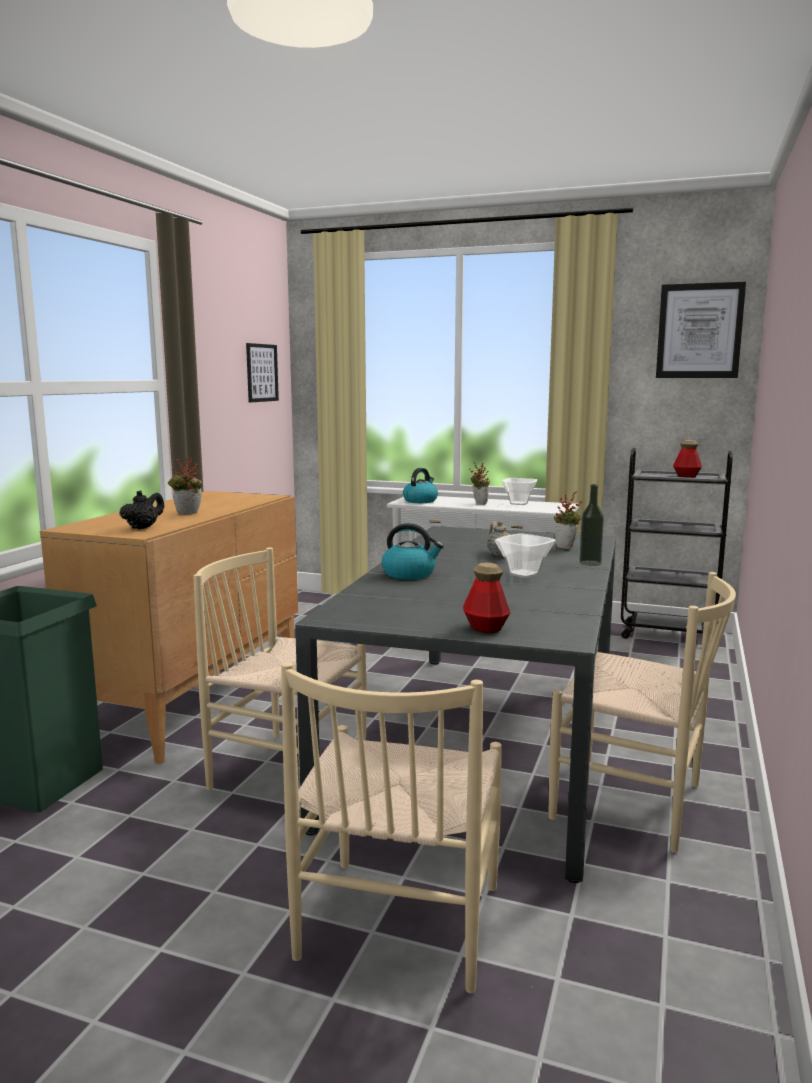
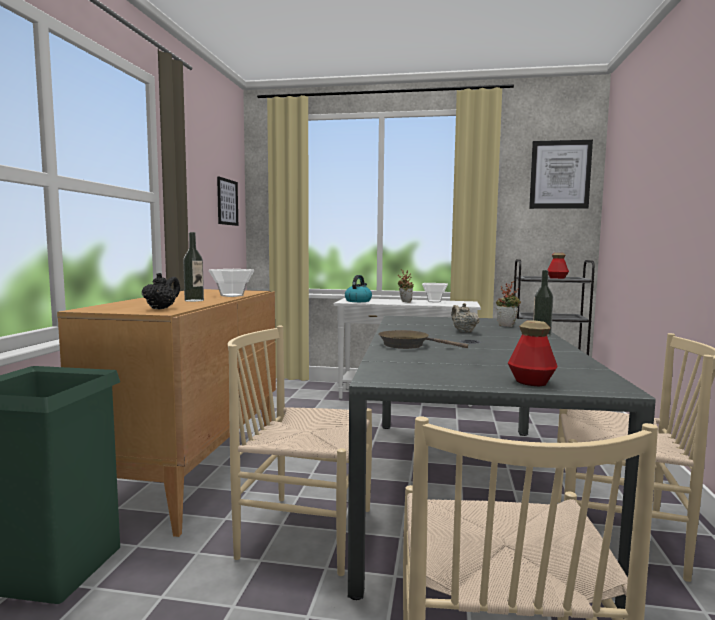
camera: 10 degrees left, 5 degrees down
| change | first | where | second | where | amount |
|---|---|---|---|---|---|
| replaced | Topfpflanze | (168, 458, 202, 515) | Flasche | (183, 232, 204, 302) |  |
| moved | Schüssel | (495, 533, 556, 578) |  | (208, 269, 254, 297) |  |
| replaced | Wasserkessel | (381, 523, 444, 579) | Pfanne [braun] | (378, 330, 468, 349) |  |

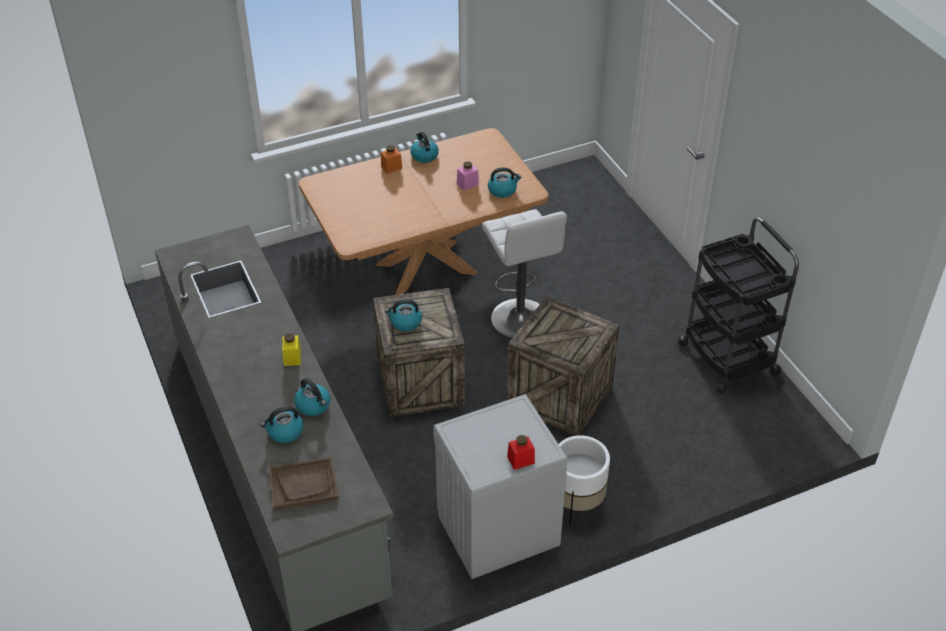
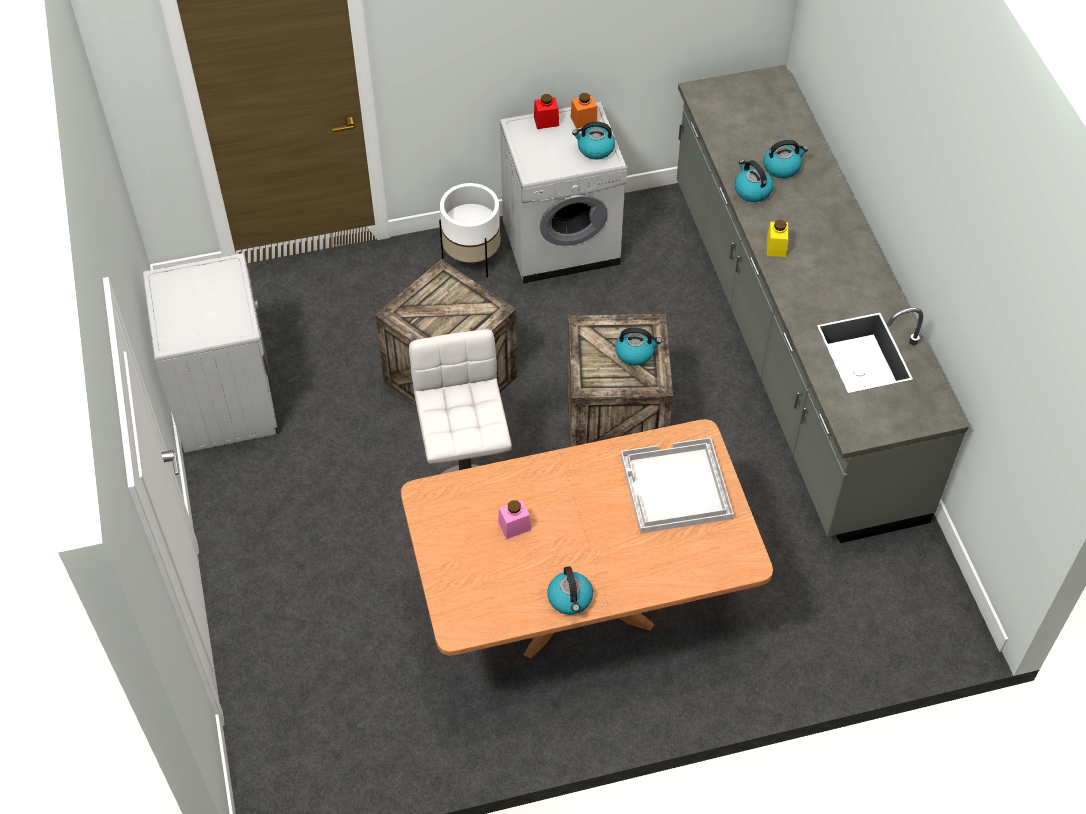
camera: 170 degrees left, 10 degrees up
| change | first | where | second | where | amount |
|---|---|---|---|---|---|
| replaced | Rollwagen [schwarz] | (678, 217, 799, 394) | Waschmaschine [weiß] | (143, 253, 279, 453) |  |
| moved | Vorratsglas [orange] | (381, 145, 402, 174) |  | (571, 93, 597, 129) |  |
| moved | Wasserkessel | (488, 167, 521, 198) |  | (572, 122, 615, 160) |  |
| added |  |  | Tablett [weiß] | (621, 437, 734, 533) |  |
| removed | Tablett [braun] | (268, 457, 339, 511) |  |  |  |

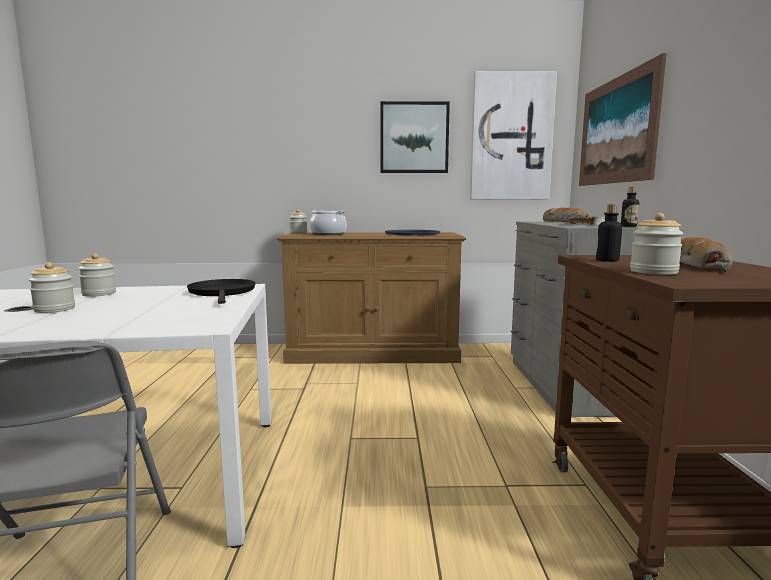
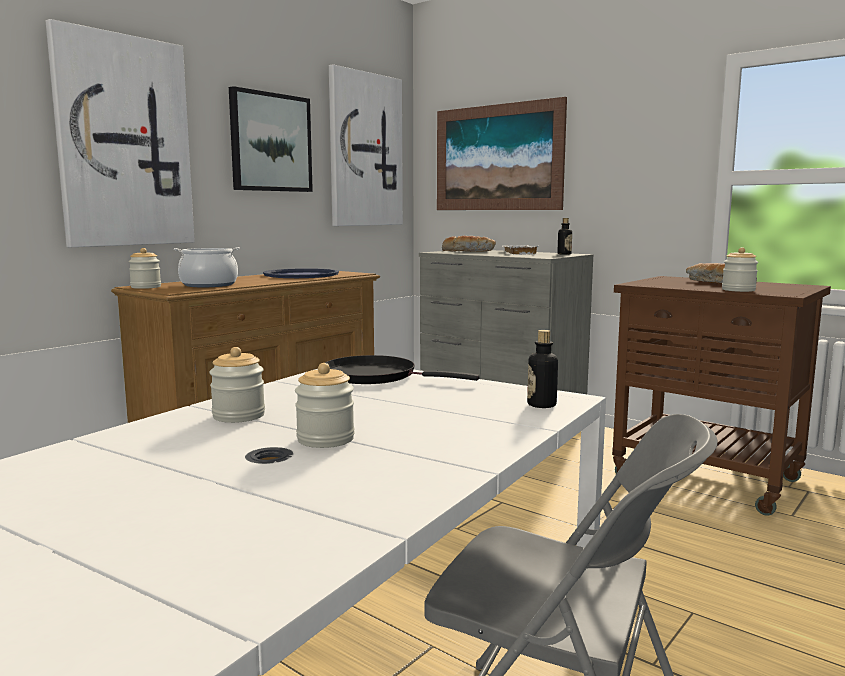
camera: 50 degrees left, 0 degrees up
| change | first | where | second | where | amount |
|---|---|---|---|---|---|
| added |  |  | Bild | (46, 19, 195, 247) |  |
| moved | Flasche | (596, 204, 622, 262) |  | (527, 330, 558, 408) |  |

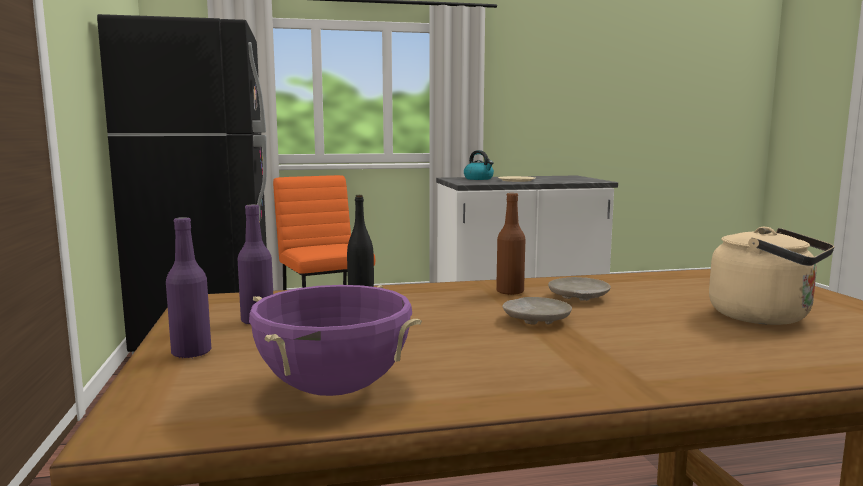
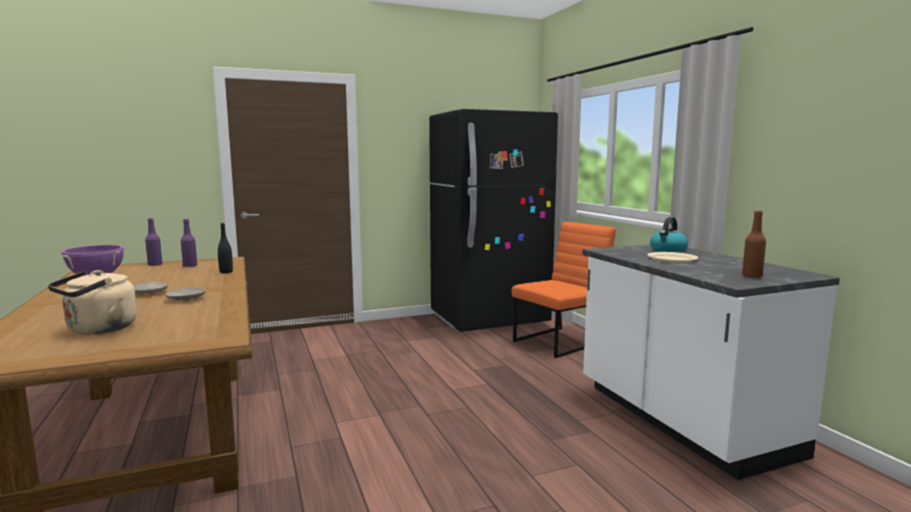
camera: 80 degrees right, 0 degrees up
| change | first | where | second | where | amount |
|---|---|---|---|---|---|
| moved | Flasche [braun] | (496, 193, 525, 295) |  | (742, 211, 766, 278) |  |

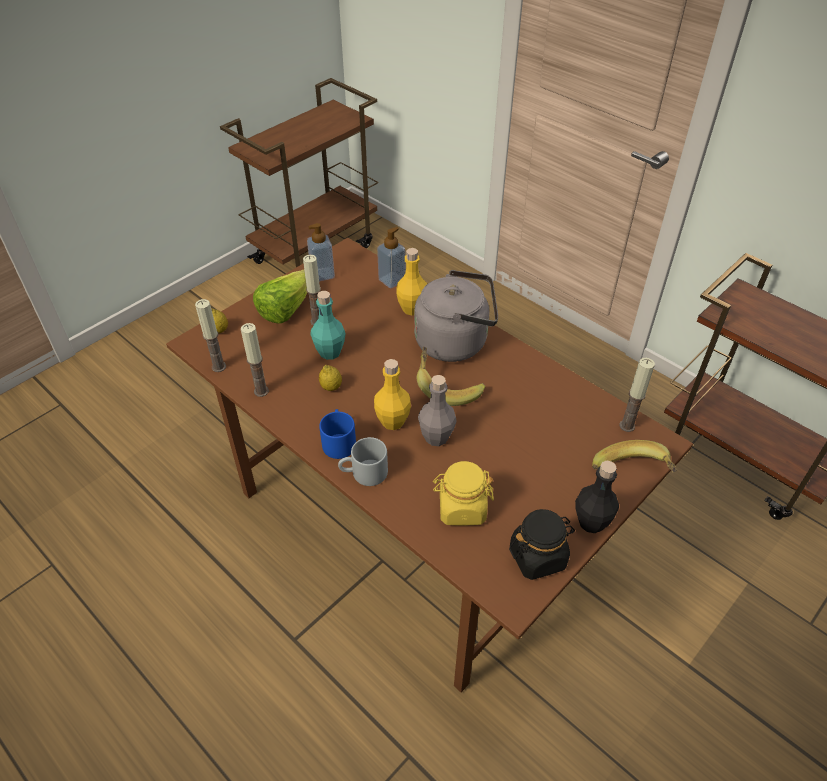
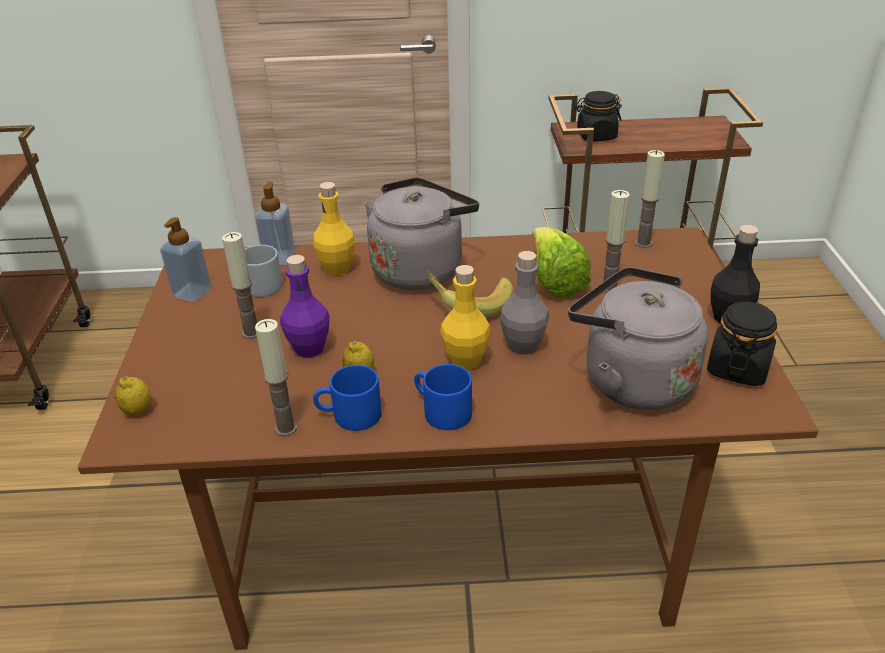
camera: 45 degrees left, 10 degrees down
| change | first | where | second | where | amount |
|---|---|---|---|---|---|
| moved | Henkelbecher [grau] | (338, 437, 388, 486) |  | (244, 245, 283, 297) |  |
| recoloured | Flasche [türkis] | (310, 291, 346, 360) | Flasche [lila] | (280, 255, 330, 358) |  |
| added |  |  | Henkelbecher [blau] | (313, 365, 382, 431) |  |
| moved | Salatkopf | (253, 270, 307, 324) |  | (532, 227, 591, 298) |  |
| replaced | Vorratsglas [gelb] | (433, 461, 494, 526) | Wasserkessel [grau] | (568, 267, 708, 410) |  |
| added |  |  | Vorratsglas [schwarz] | (575, 91, 622, 141) |  |
| moved | Kerze | (195, 299, 226, 372) |  | (603, 190, 630, 293) |  |
| removed | Banane | (592, 440, 677, 473) |  |  |  |

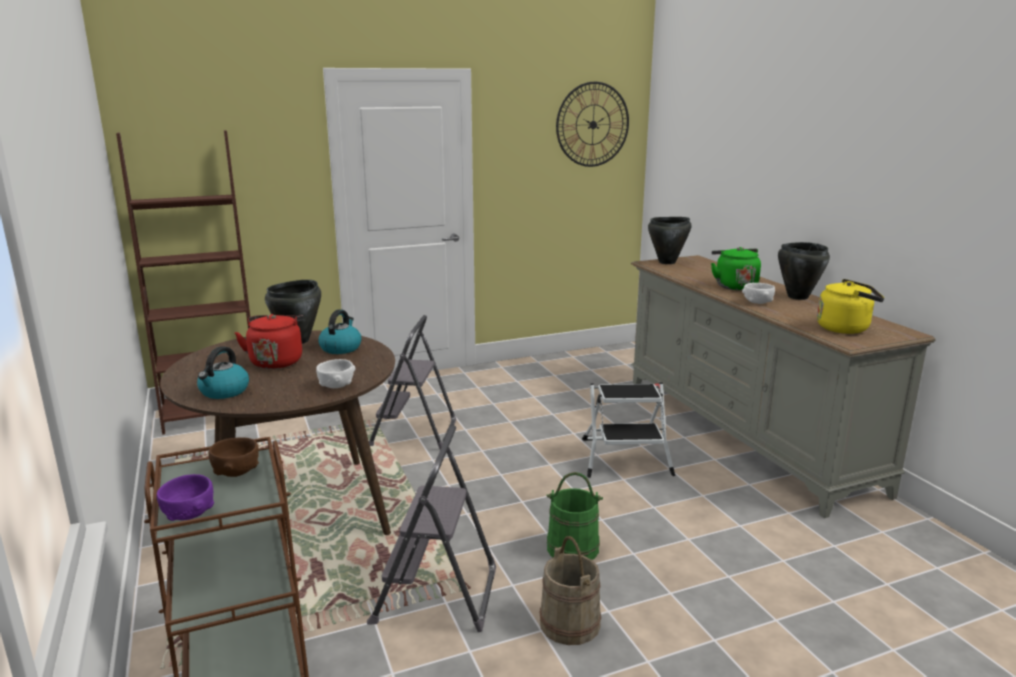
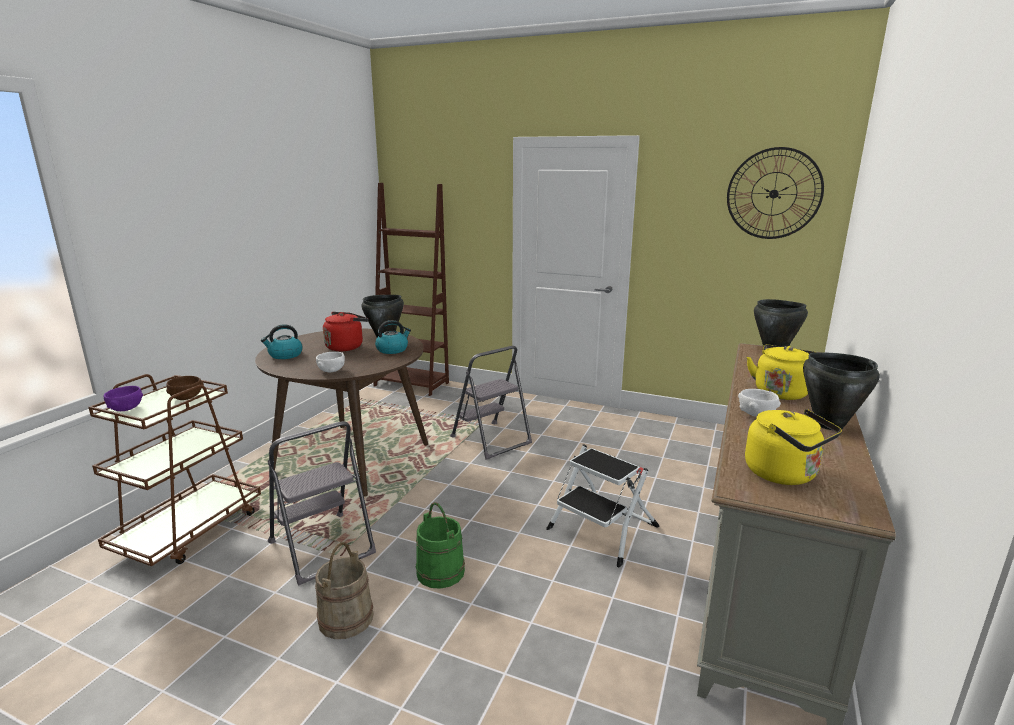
camera: 45 degrees right, 0 degrees up
| change | first | where | second | where | amount |
|---|---|---|---|---|---|
| recoloured | Wasserkessel [grün] | (711, 247, 761, 291) | Wasserkessel [gelb] | (747, 344, 817, 400) |  |

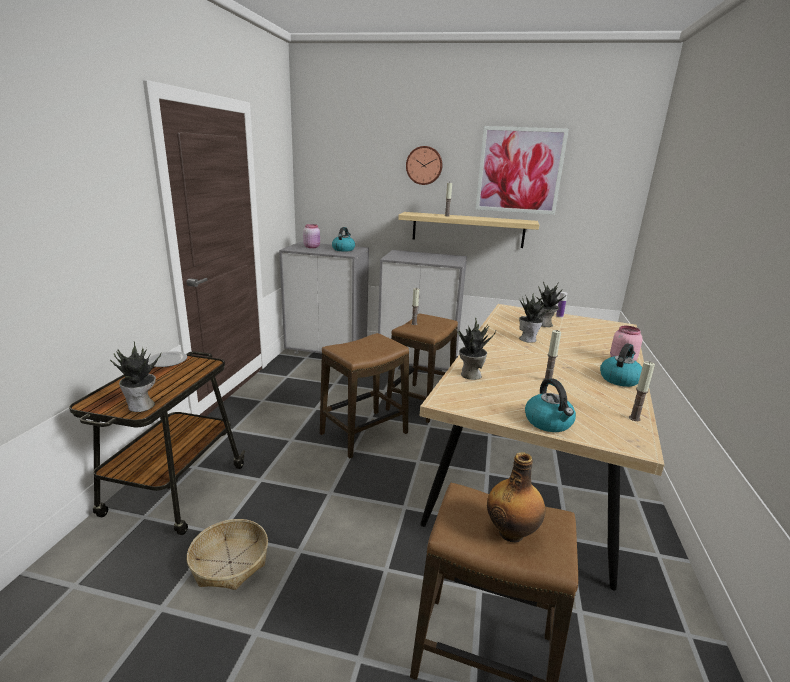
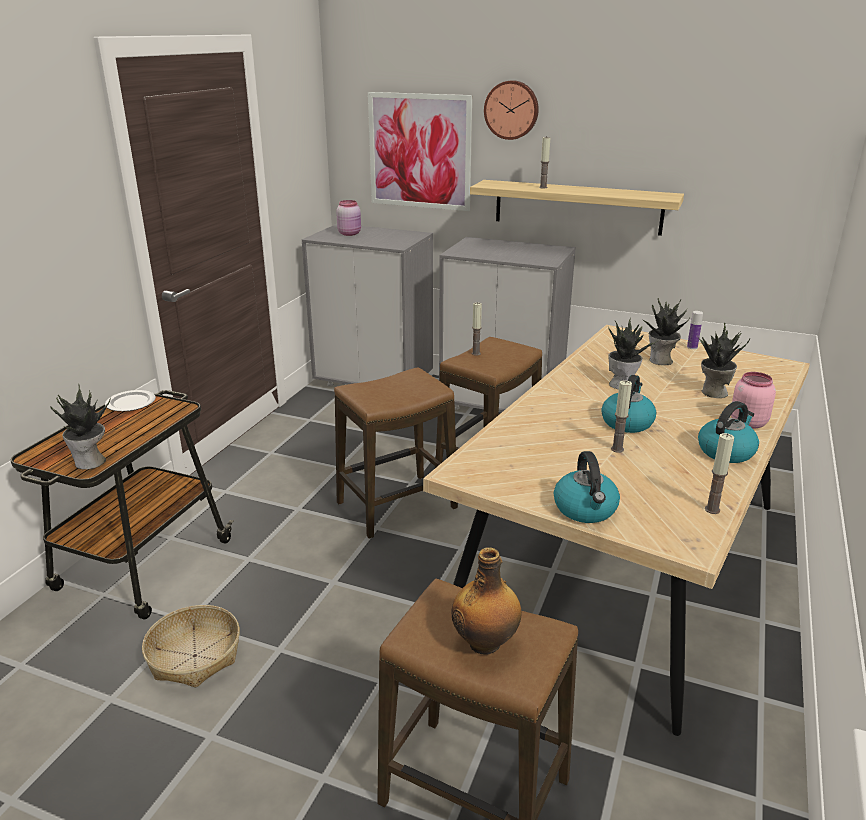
camera: 10 degrees right, 5 degrees up
| change | first | where | second | where | amount |
|---|---|---|---|---|---|
| moved | Bild | (475, 126, 569, 215) |  | (368, 92, 472, 211) |  |
| moved | Wasserkessel | (332, 227, 355, 252) |  | (601, 375, 656, 433) |  |
| moved | Topfpflanze | (456, 318, 496, 380) |  | (697, 322, 750, 398) |  |

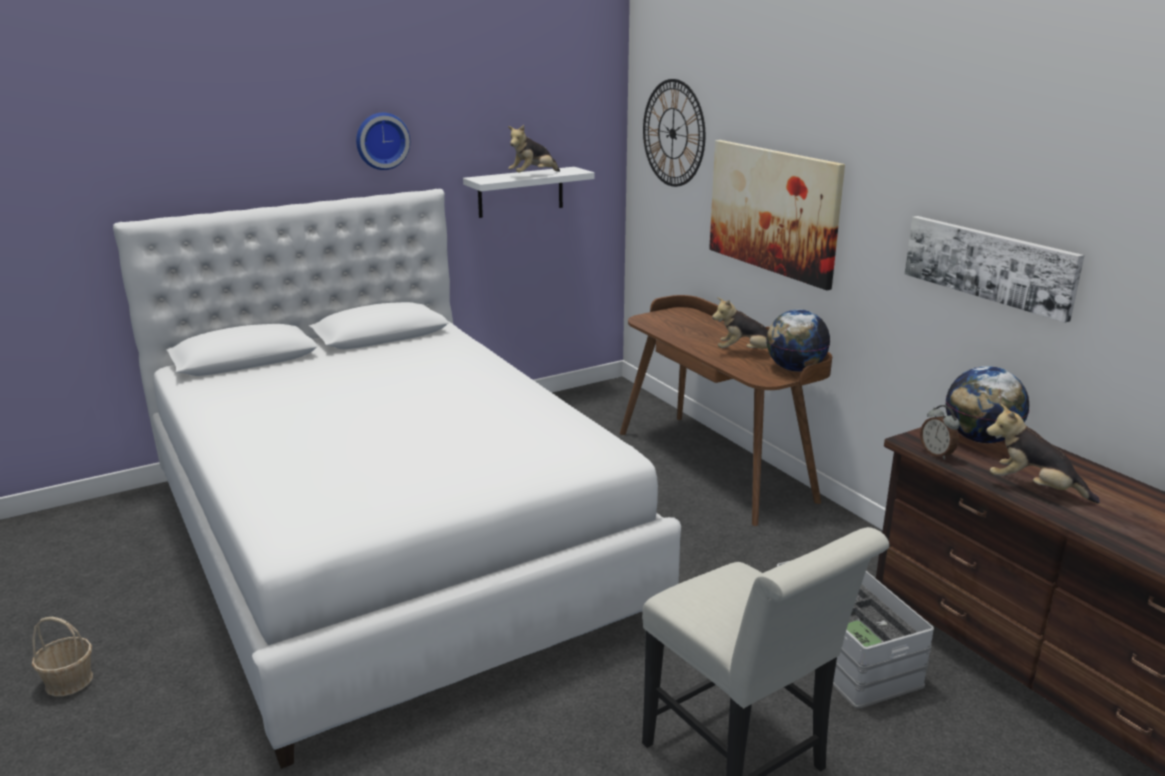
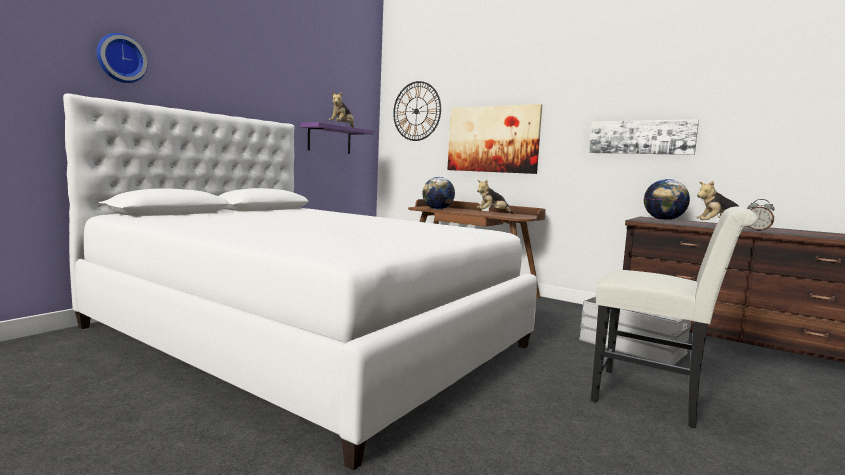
camera: 25 degrees left, 15 degrees down
| change | first | where | second | where | amount |
|---|---|---|---|---|---|
| moved | Wanduhr | (356, 113, 410, 170) |  | (96, 33, 148, 83) |  |
| recoloured | Wandregal [weiß] | (463, 167, 595, 218) | Wandregal [lila] | (301, 122, 373, 154) |  |
| moved | Globus | (766, 309, 830, 372) |  | (422, 177, 455, 209) |  |
| moved | Wecker | (920, 405, 960, 460) |  | (748, 199, 775, 232) |  |
| removed | Korb | (32, 617, 93, 696) |  |  |  |

